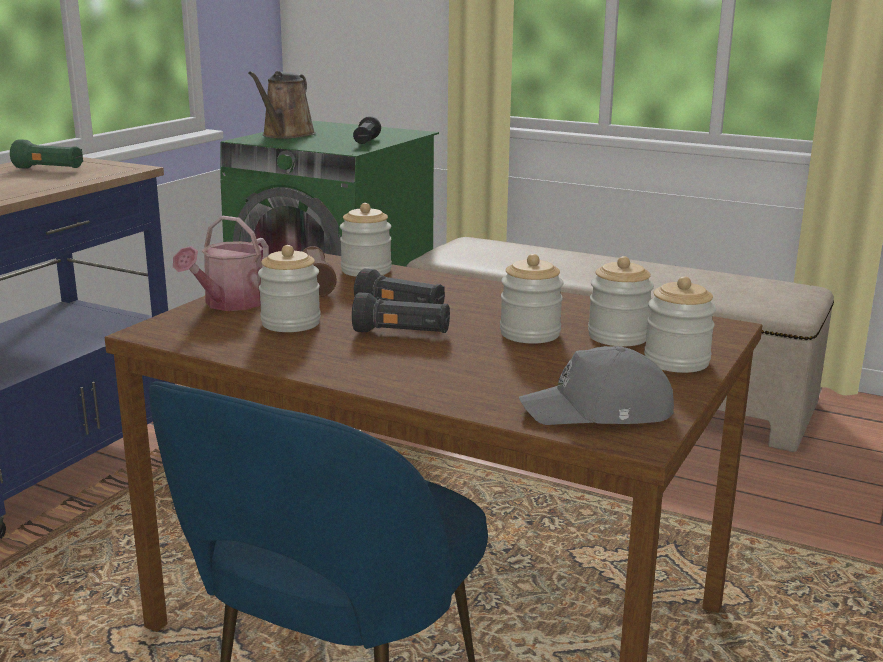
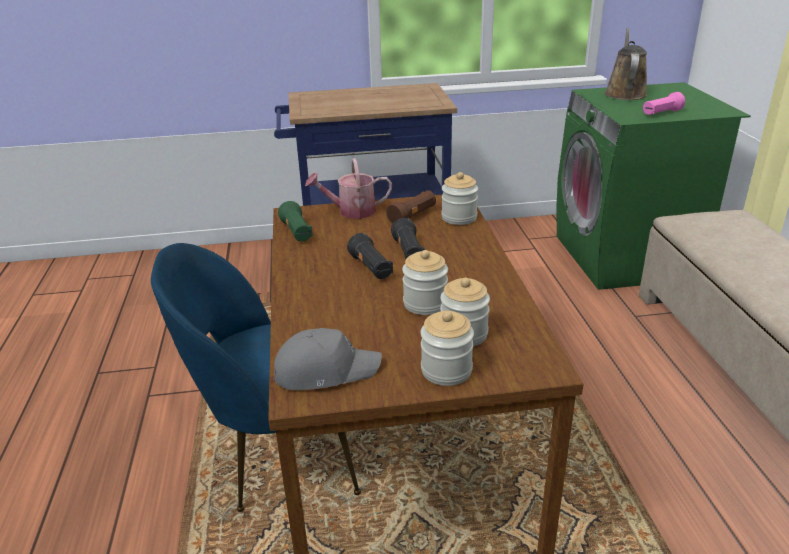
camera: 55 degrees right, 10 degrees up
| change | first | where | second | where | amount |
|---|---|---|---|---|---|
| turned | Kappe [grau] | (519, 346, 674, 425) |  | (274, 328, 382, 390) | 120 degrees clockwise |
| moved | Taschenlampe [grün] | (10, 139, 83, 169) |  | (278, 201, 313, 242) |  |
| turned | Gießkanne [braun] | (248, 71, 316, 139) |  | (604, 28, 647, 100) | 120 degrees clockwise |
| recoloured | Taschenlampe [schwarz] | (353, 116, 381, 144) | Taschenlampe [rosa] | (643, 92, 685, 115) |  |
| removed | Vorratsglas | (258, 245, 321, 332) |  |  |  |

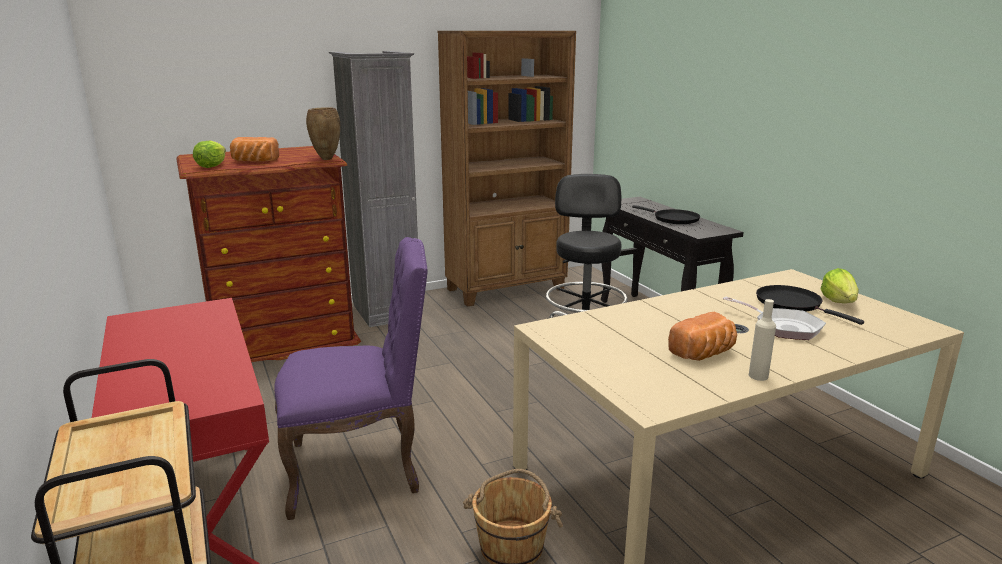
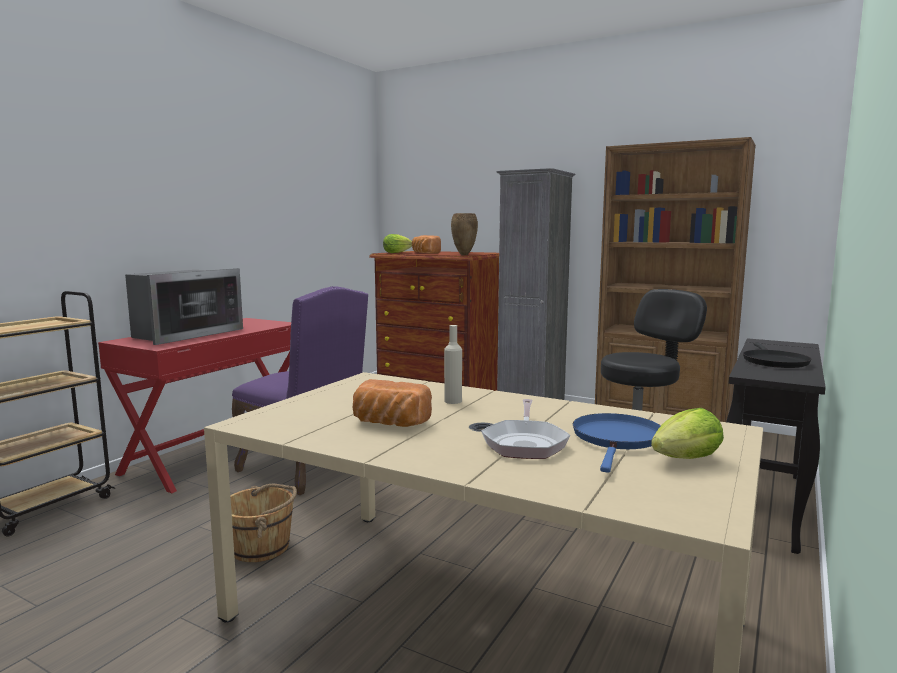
camera: 55 degrees right, 10 degrees down
| change | first | where | second | where | amount |
|---|---|---|---|---|---|
| added |  |  | Mikrowelle | (125, 268, 243, 345) |  |
| moved | Flasche [beige] | (749, 299, 776, 381) |  | (444, 325, 462, 404) |  |
| recoloured | Pfanne [schwarz] | (756, 285, 864, 325) | Pfanne [blau] | (573, 413, 661, 473) |  |

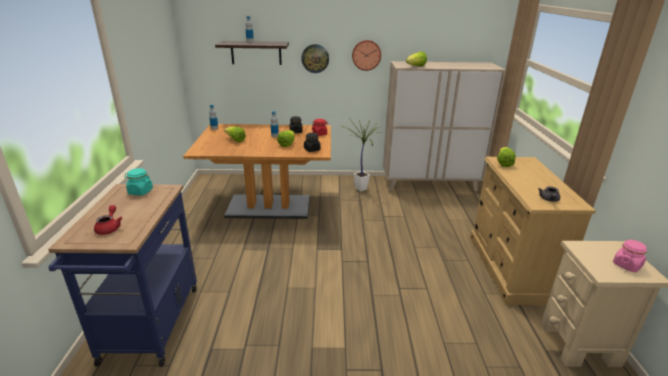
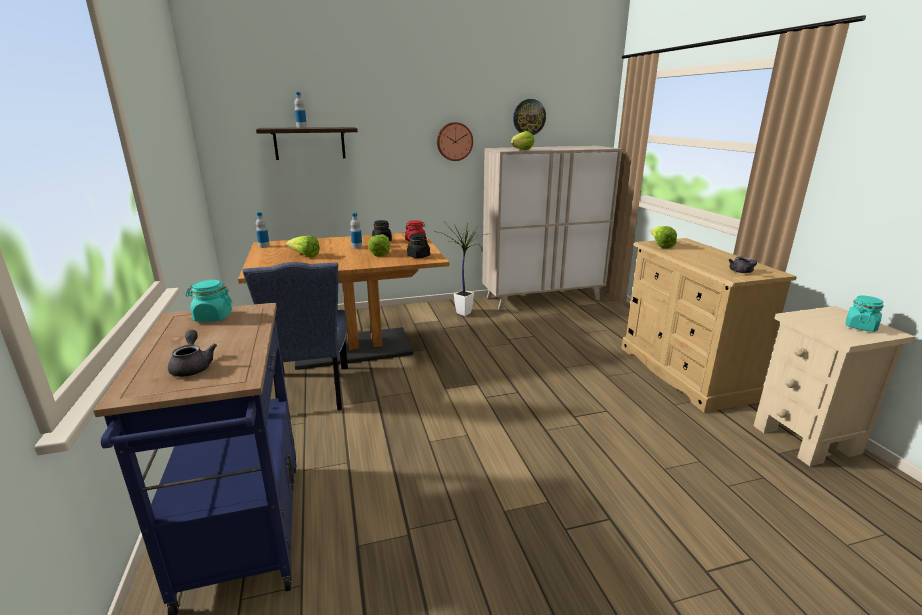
camera: 15 degrees left, 5 degrees down
| change | first | where | second | where | amount |
|---|---|---|---|---|---|
| recoloured | Teekanne [rot] | (94, 205, 123, 235) | Teekanne [grau] | (168, 330, 217, 377) |  |
| added |  |  | Stuhl [blau] | (242, 262, 348, 411) |  |
| moved | Wanduhr | (301, 44, 329, 73) |  | (513, 99, 546, 135) |  |
| recoloured | Vorratsglas [rosa] | (613, 240, 647, 272) | Vorratsglas [türkis] | (845, 295, 884, 332) |  |

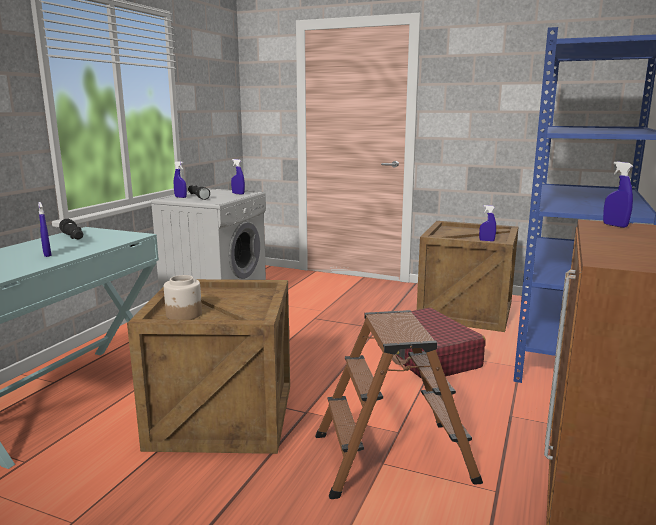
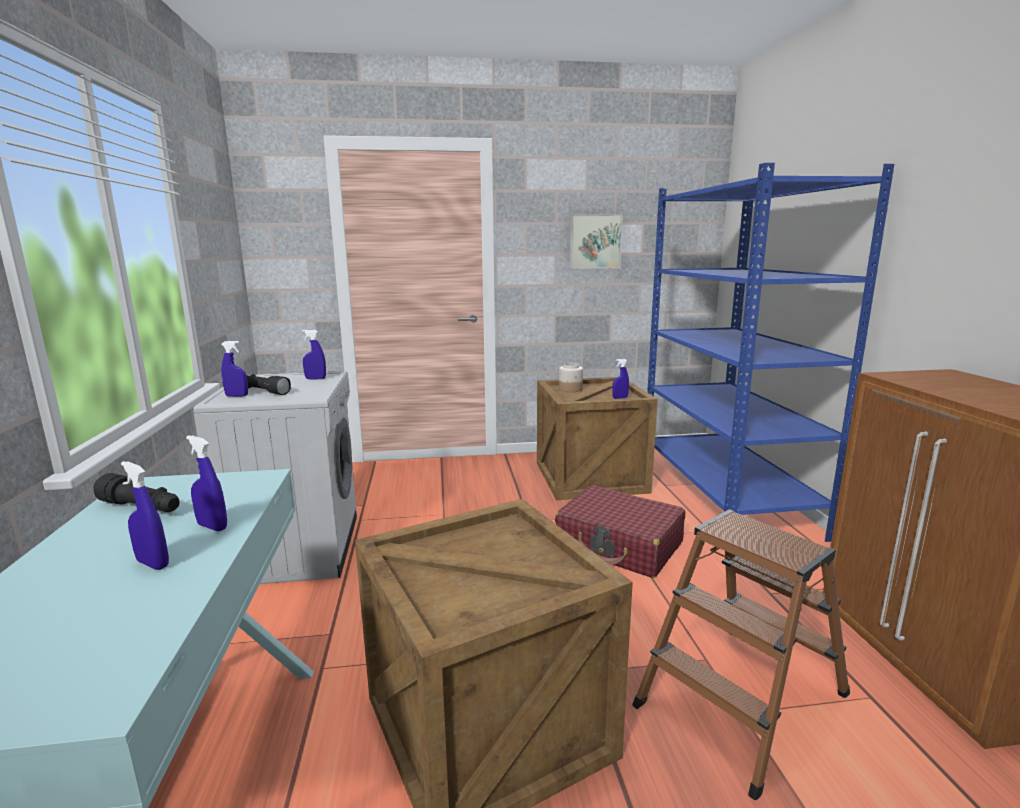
camera: 30 degrees left, 0 degrees up
| change | first | where | second | where | amount |
|---|---|---|---|---|---|
| moved | Sprühflasche [blau] | (603, 162, 633, 228) |  | (186, 435, 227, 531) |  |
| moved | Vorratsglas | (164, 275, 202, 320) |  | (559, 363, 583, 392) |  |
| added |  |  | Bild | (569, 214, 623, 269) |  |

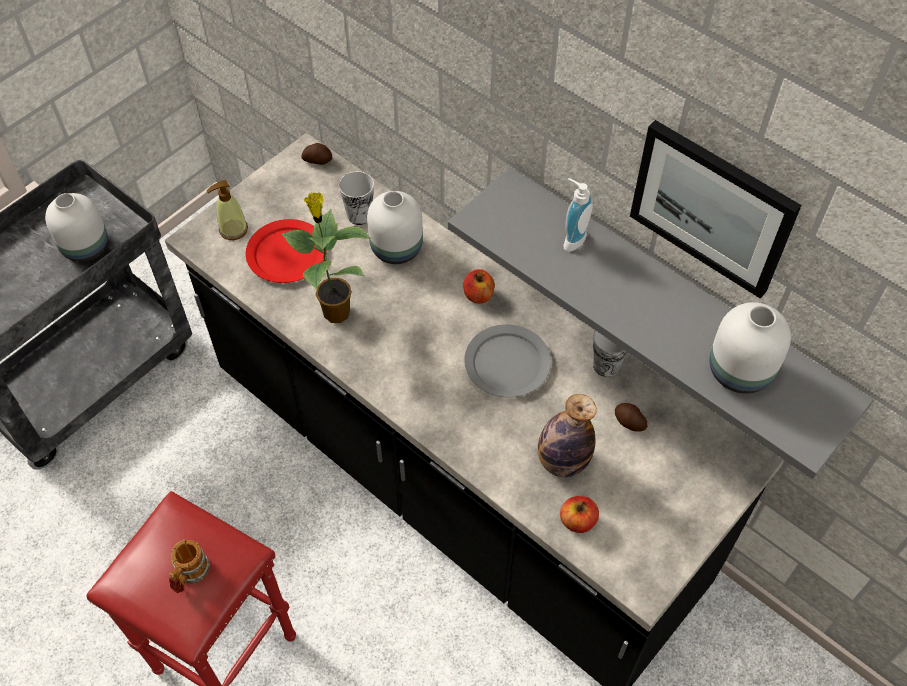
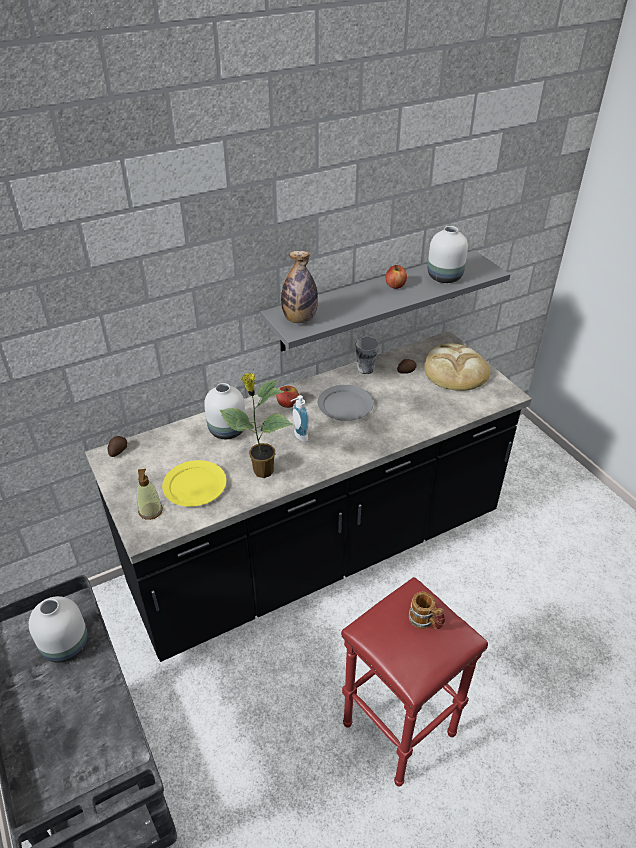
camera: 70 degrees left, 15 degrees down
| change | first | where | second | where | amount |
|---|---|---|---|---|---|
| recoloured | Teller [rot] | (246, 219, 327, 283) | Teller [gelb] | (162, 460, 226, 507) |  |
| moved | Flasche | (538, 394, 597, 477) |  | (281, 251, 318, 323) |  |
| moved | Seifenspender | (563, 178, 593, 252) |  | (291, 395, 309, 442) |  |
| moved | Apfel | (560, 496, 599, 533) |  | (386, 265, 407, 289) |  |
| added |  |  | Brot | (424, 343, 490, 391) |  |
| removed | Tasse | (339, 171, 374, 225) |  |  |  |
| removed | Bild | (630, 120, 802, 299) |  |  |  |

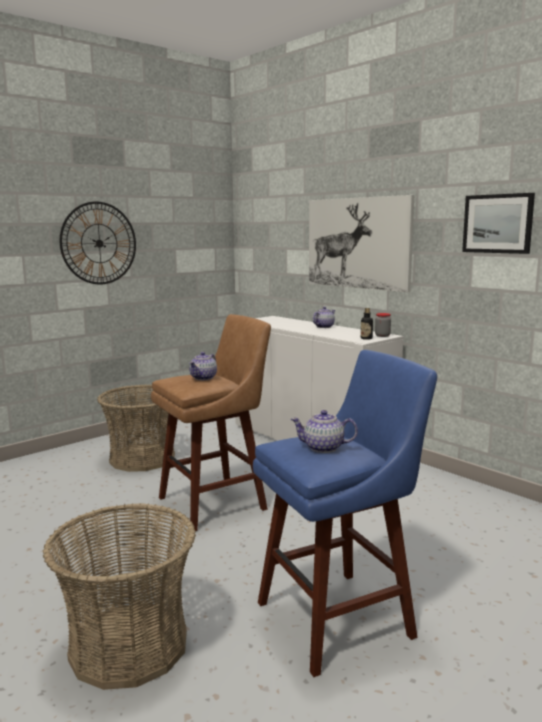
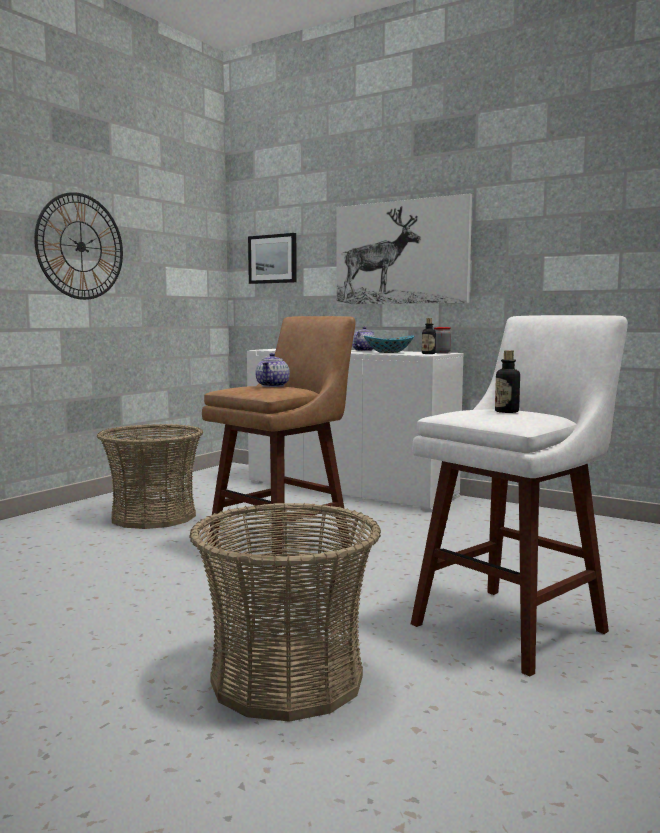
camera: 15 degrees left, 5 degrees down
| change | first | where | second | where | amount |
|---|---|---|---|---|---|
| moved | Bild | (462, 193, 535, 254) |  | (248, 233, 297, 284) |  |
| added |  |  | Schüssel | (364, 336, 414, 353) |  |
| recoloured | Hocker [blau] | (253, 350, 437, 677) | Hocker [weiß] | (411, 315, 628, 676) |  |
| replaced | Teekanne | (290, 410, 358, 453) | Flasche | (495, 350, 520, 413) |  |

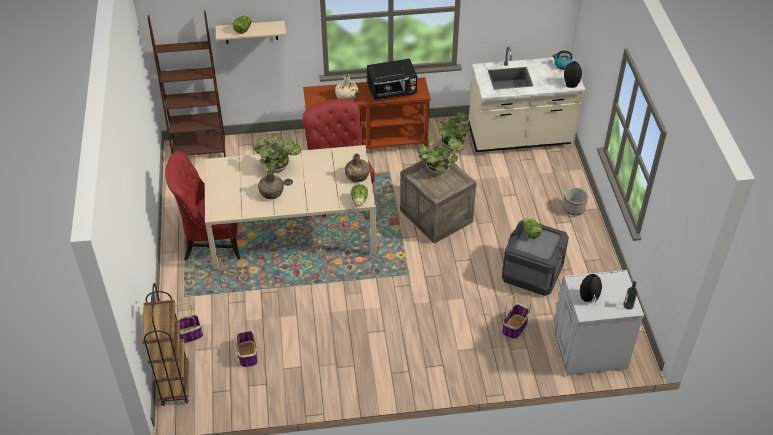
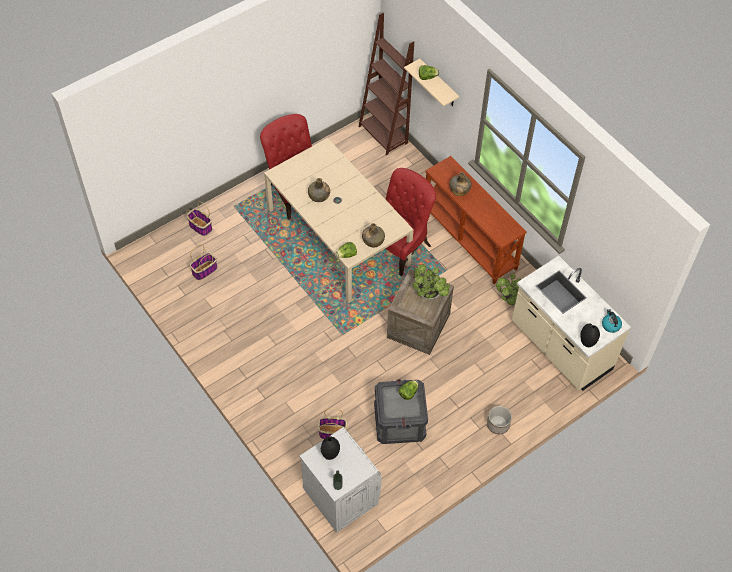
camera: 60 degrees right, 10 degrees up
| change | first | where | second | where | amount |
|---|---|---|---|---|---|
| recoloured | Flasche [beige] | (335, 74, 359, 100) | Flasche [grün] | (449, 172, 472, 196) |  |
| removed | Rollwagen [braun] | (142, 283, 189, 406) |  |  |  |
| removed | Topfpflanze | (254, 135, 301, 173) |  |  |  |
| removed | Mikrowelle [schwarz] | (367, 59, 417, 101) |  |  |  |

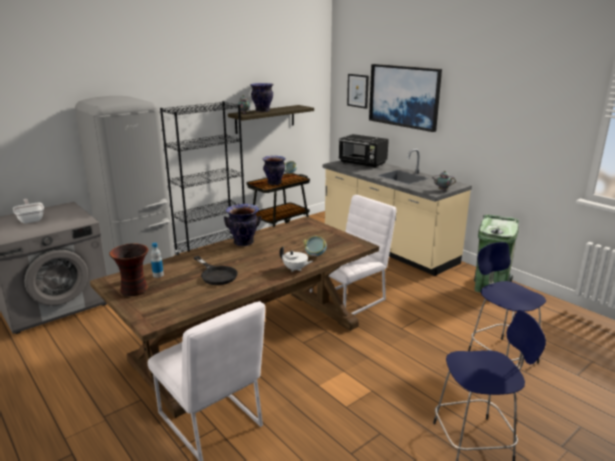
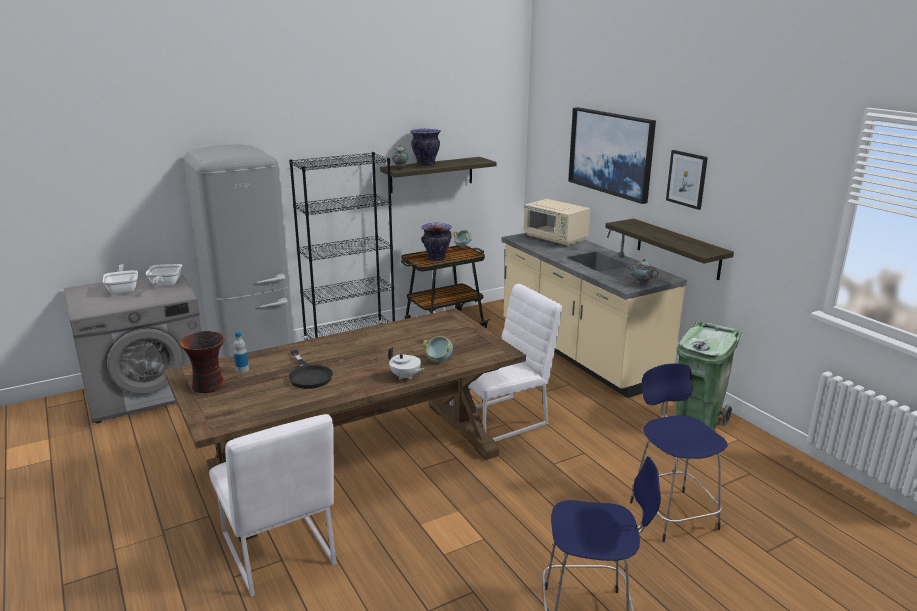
camera: 10 degrees right, 0 degrees up
| change | first | where | second | where | amount |
|---|---|---|---|---|---|
| added |  |  | Pfanne | (146, 264, 182, 287) |  |
| recoloured | Mikrowelle [schwarz] | (339, 134, 389, 168) | Mikrowelle [beige] | (524, 199, 591, 246) |  |
| added |  |  | Wandregal | (605, 218, 734, 280) |  |
| moved | Bild | (347, 74, 369, 109) |  | (666, 150, 708, 210) |  |
| removed | Vase | (224, 204, 262, 246) |  |  |  |

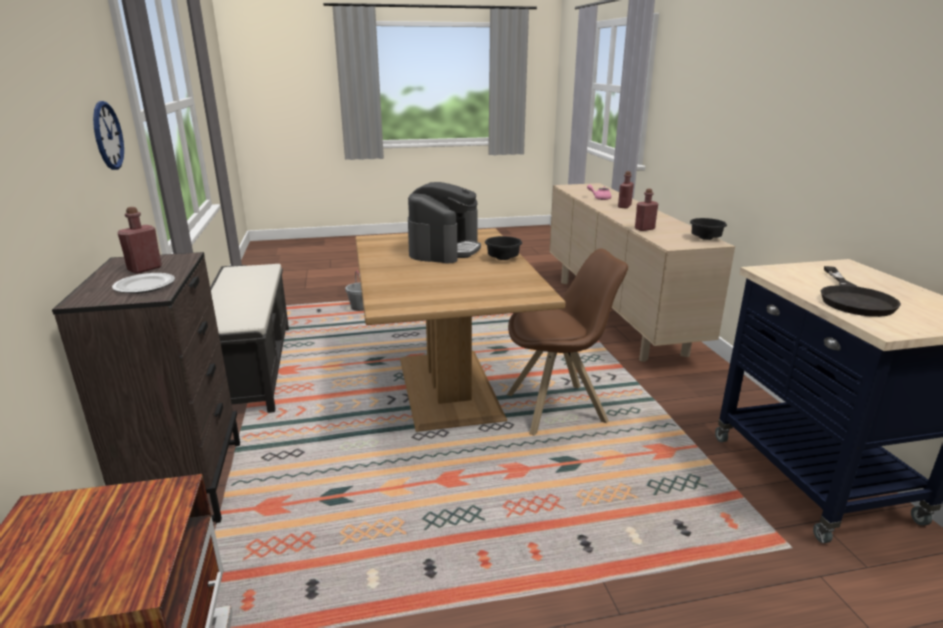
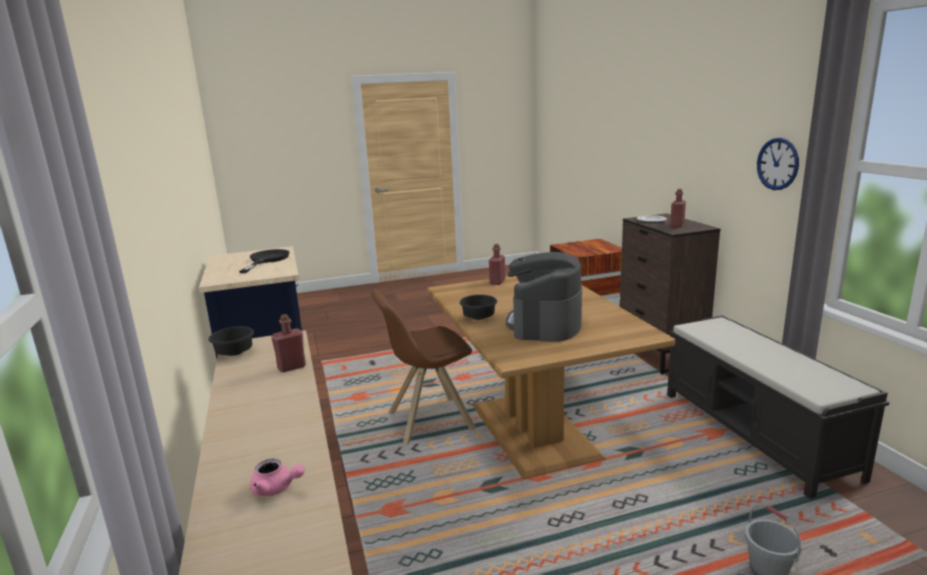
camera: 175 degrees right, 5 degrees down
| change | first | where | second | where | amount |
|---|---|---|---|---|---|
| moved | Flasche [rot] | (618, 171, 634, 209) |  | (489, 244, 505, 285) |  |

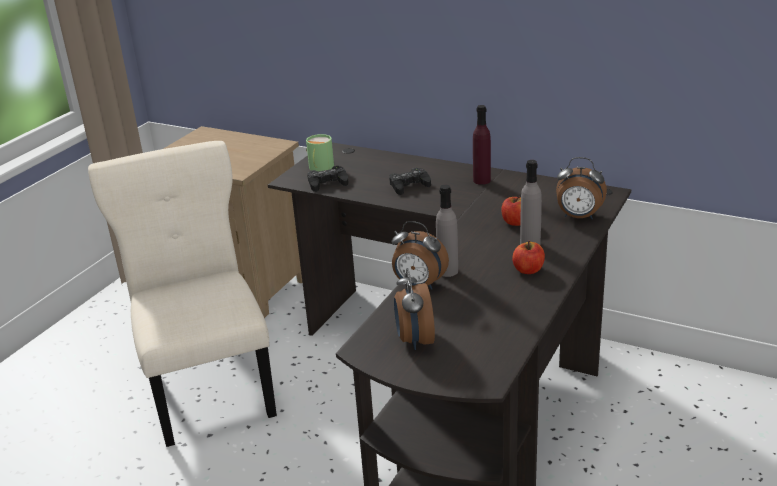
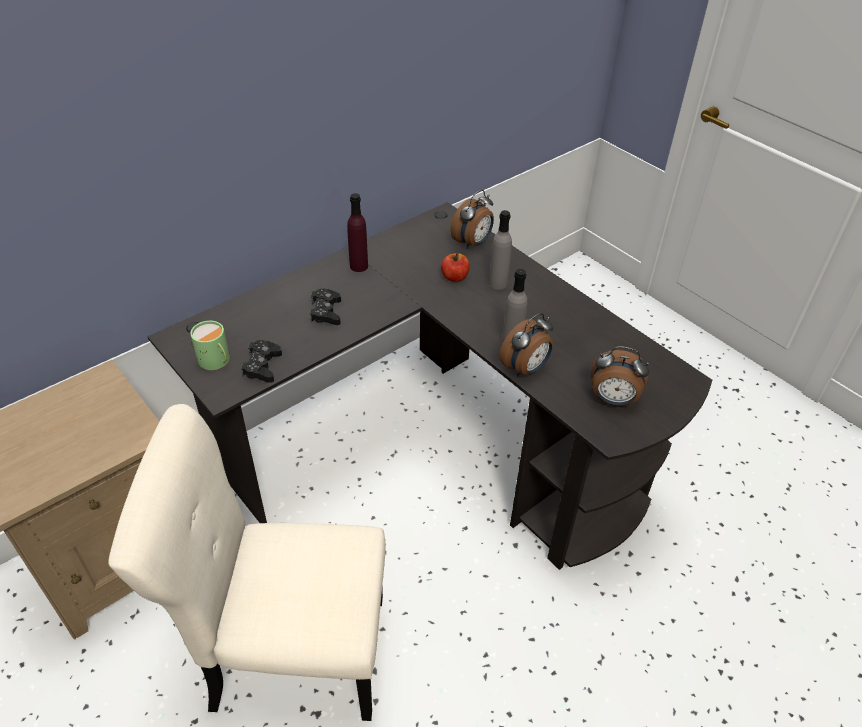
camera: 70 degrees left, 15 degrees up
| change | first | where | second | where | amount |
|---|---|---|---|---|---|
| removed | Apfel | (512, 241, 545, 274) |  |  |  |

